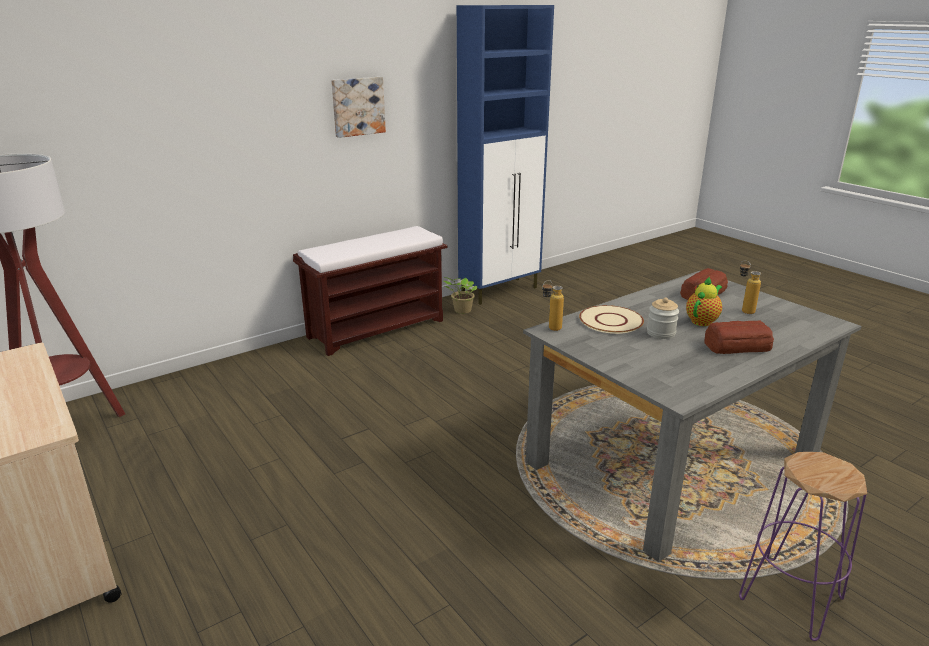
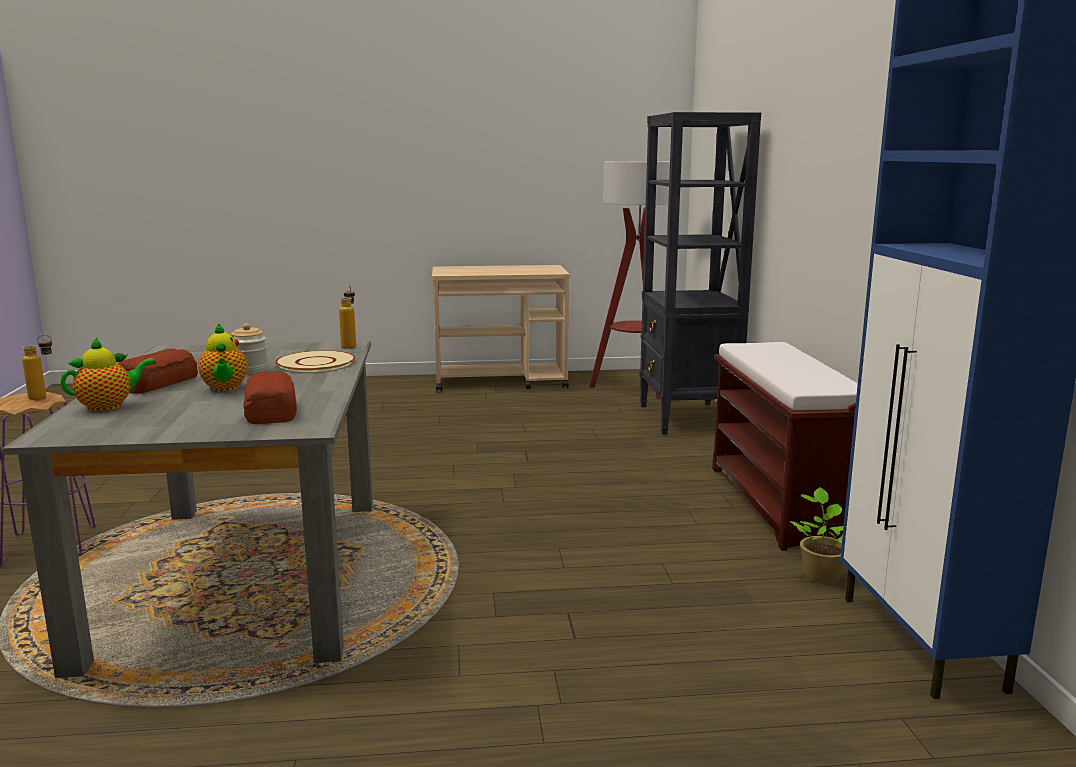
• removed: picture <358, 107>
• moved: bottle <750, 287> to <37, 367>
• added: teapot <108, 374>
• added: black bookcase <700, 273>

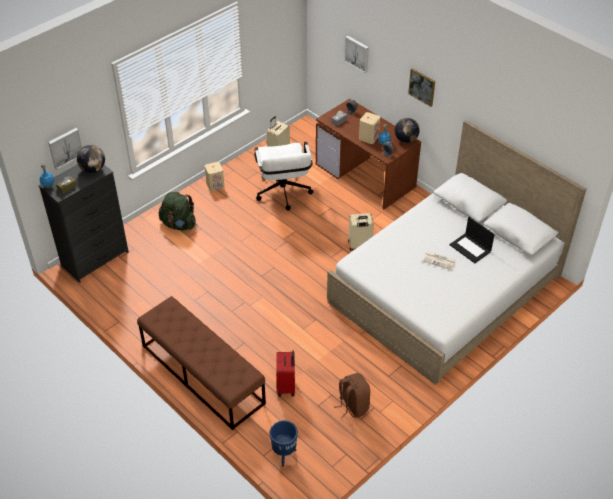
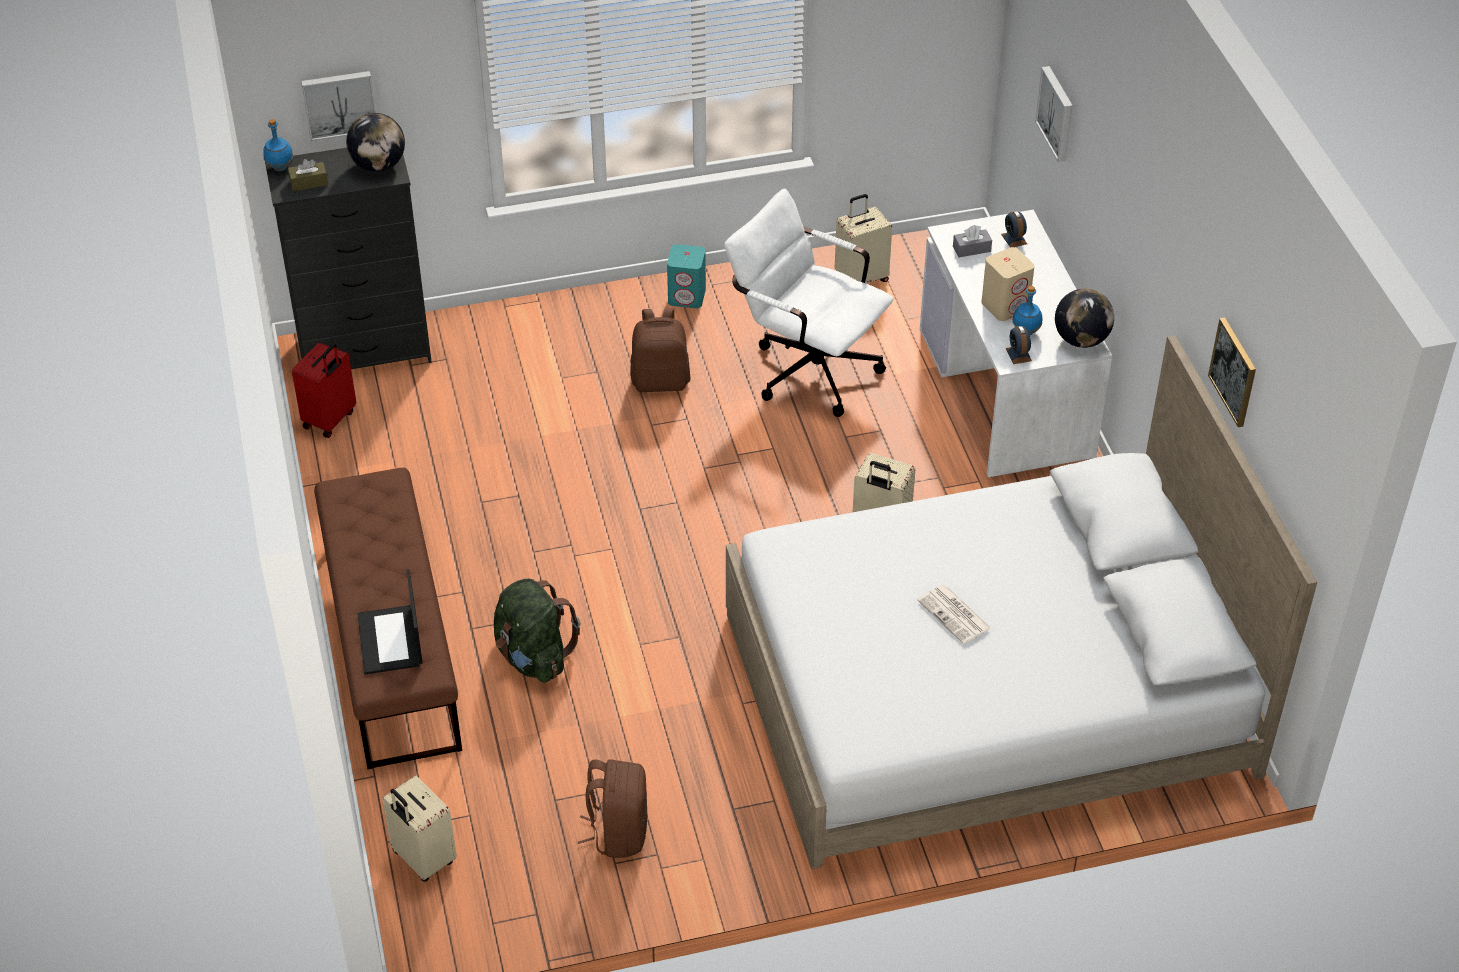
• moved: green backpack <177, 211> to <537, 631>
• recoloured: beige speaker <214, 177> to turquoise speaker <686, 276>
• turned: white office chair <284, 176> = <808, 303> 105 degrees clockwise
• replaced: blue planter <284, 443> to beige suitcase <419, 828>
• moved: red suitcase <285, 373> to <324, 390>
• recoloured: brown desk <368, 154> to white desk <1016, 343>
• moved: picture <421, 88> to <1232, 372>
• moved: laptop <472, 240> to <390, 621>
• added: brown backpack <660, 350>

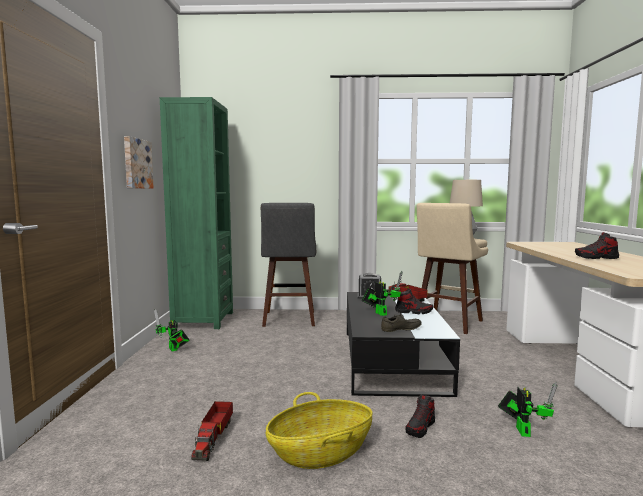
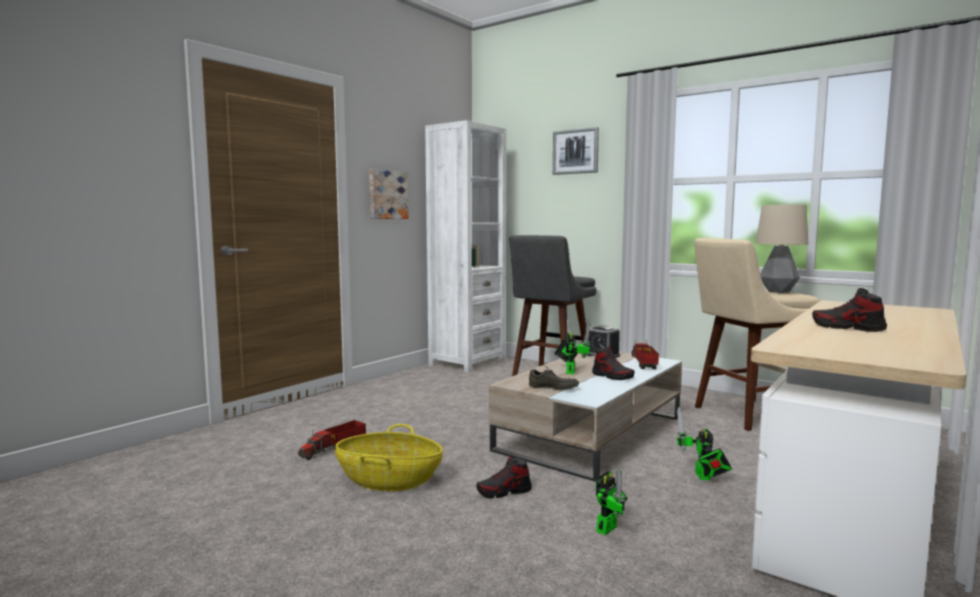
• moved: toy robot <172, 330> to <704, 443>
• recoloured: green bookcase <196, 213> to white bookcase <465, 246>
• recoloured: black coffee table <403, 344> to beige coffee table <585, 417>
• added: picture <576, 151>

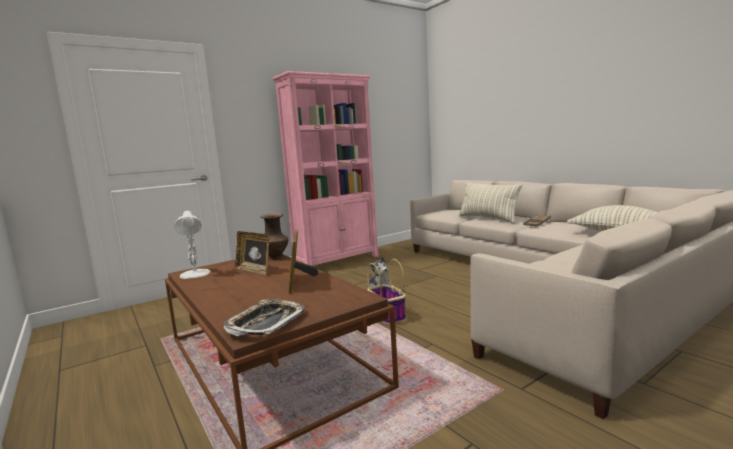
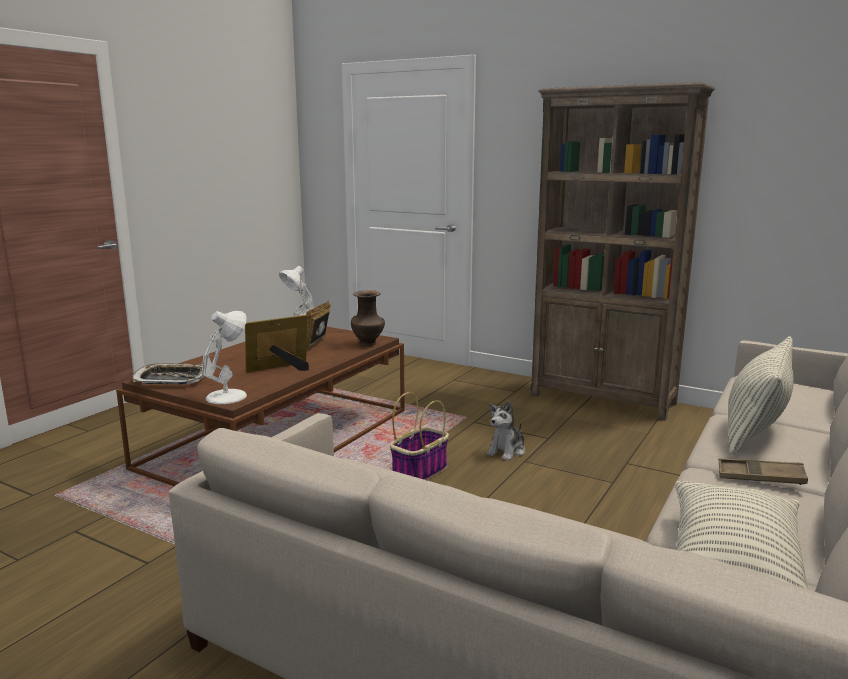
• recoloured: pink bookcase <325, 168> to brown bookcase <622, 251>
• added: white table lamp <224, 357>

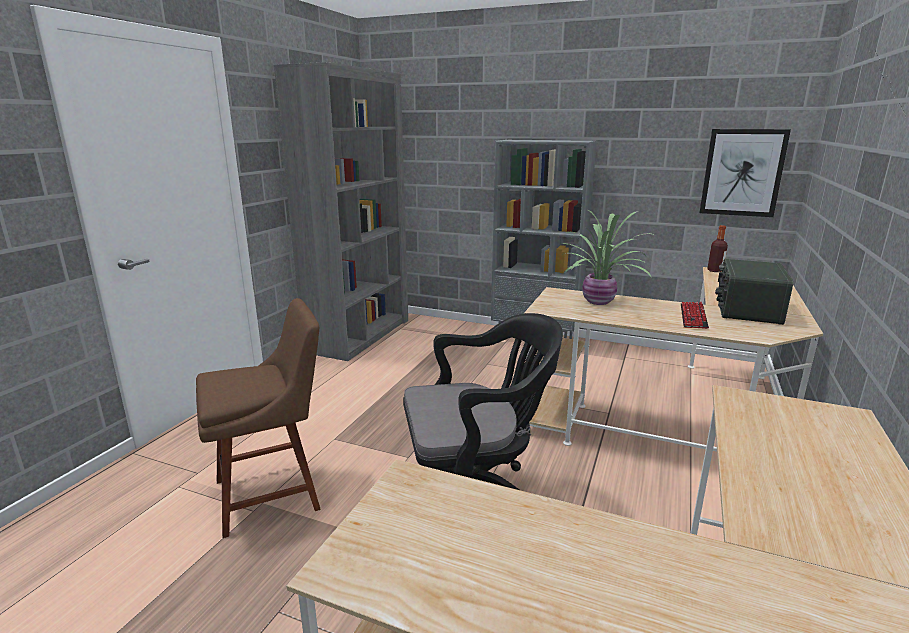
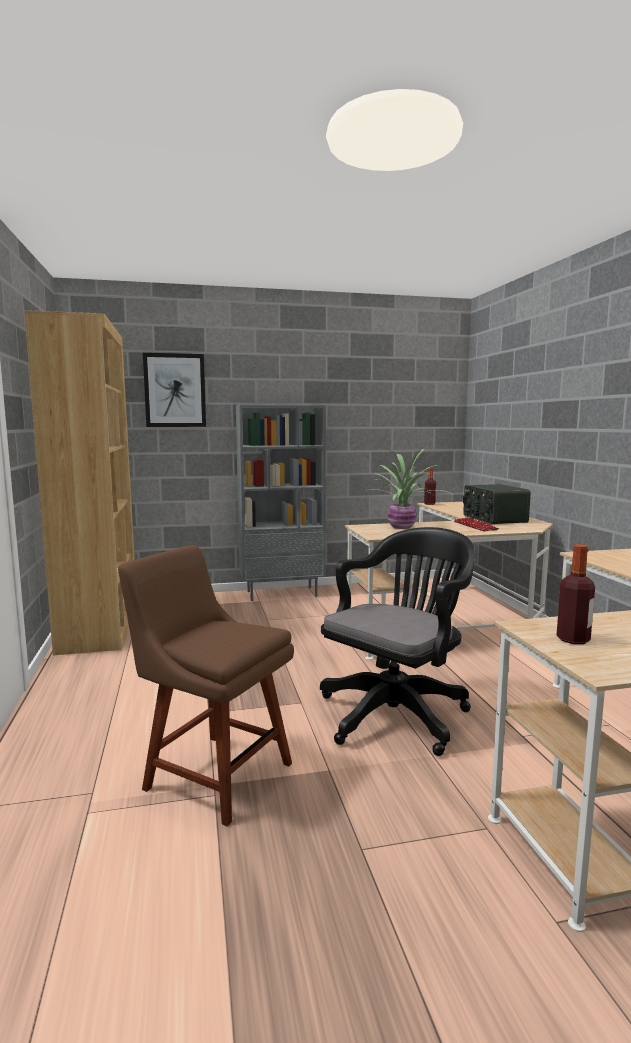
• turned: brown chair <258, 418> = <206, 686> 90 degrees counterclockwise
• recoloured: grey bookcase <341, 211> to brown bookcase <79, 483>
• moved: picture <745, 173> to <174, 390>
• added: bottle <576, 594>

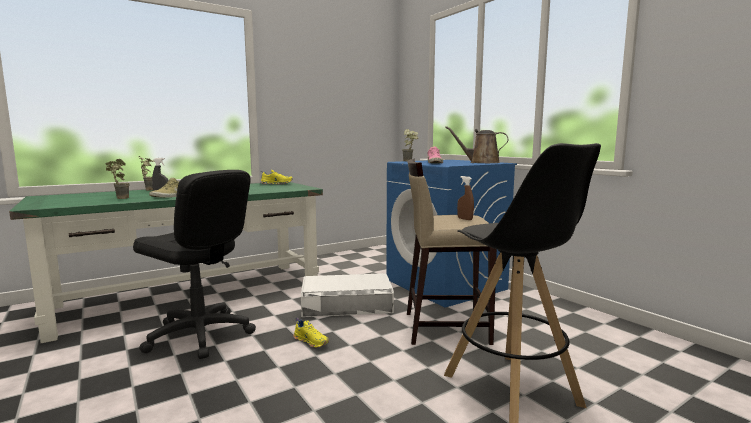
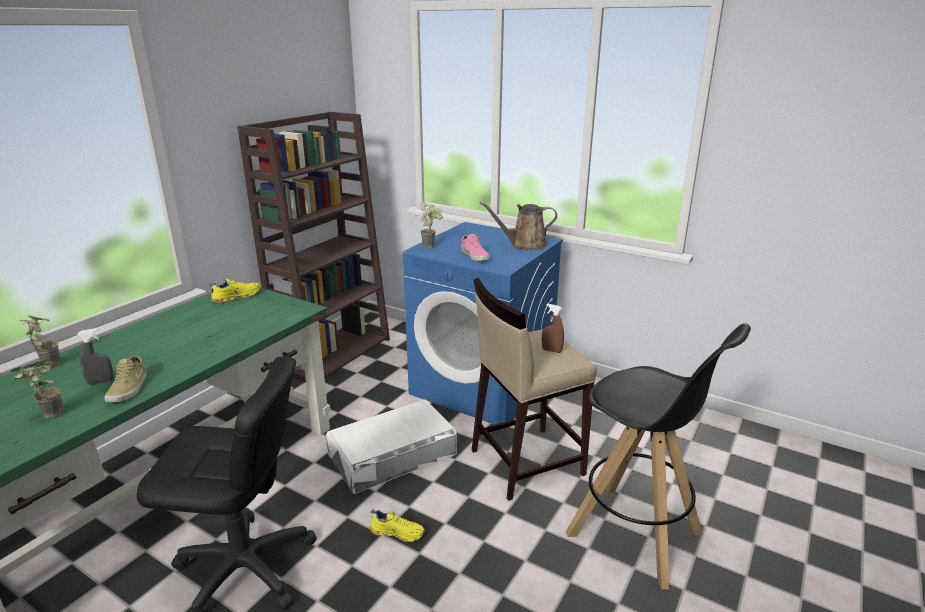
• added: brown bookcase <313, 247>

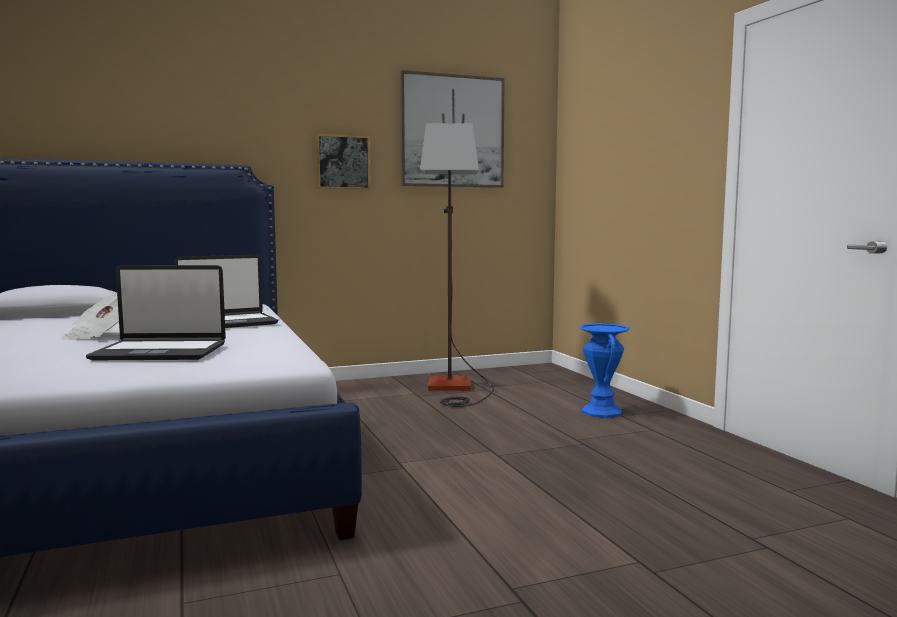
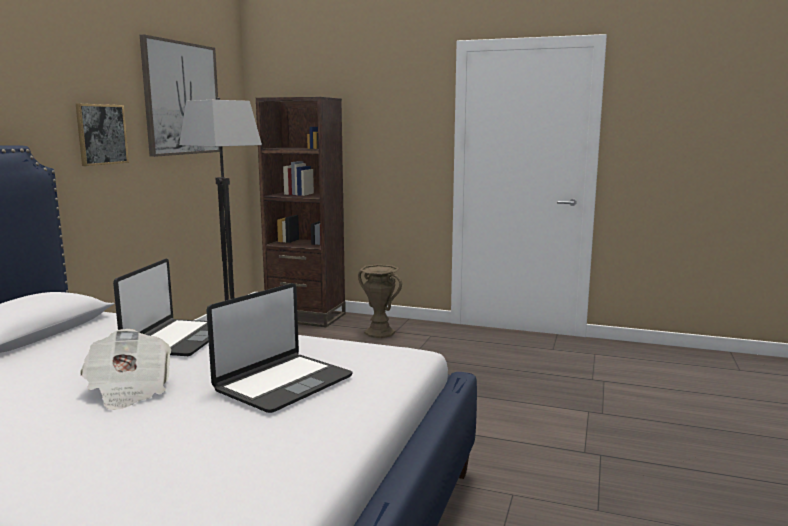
• recoloured: blue vase <604, 370> to brown vase <380, 301>
• added: brown bookcase <301, 212>

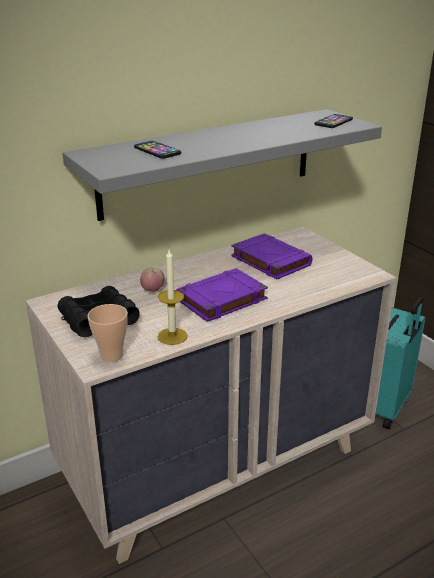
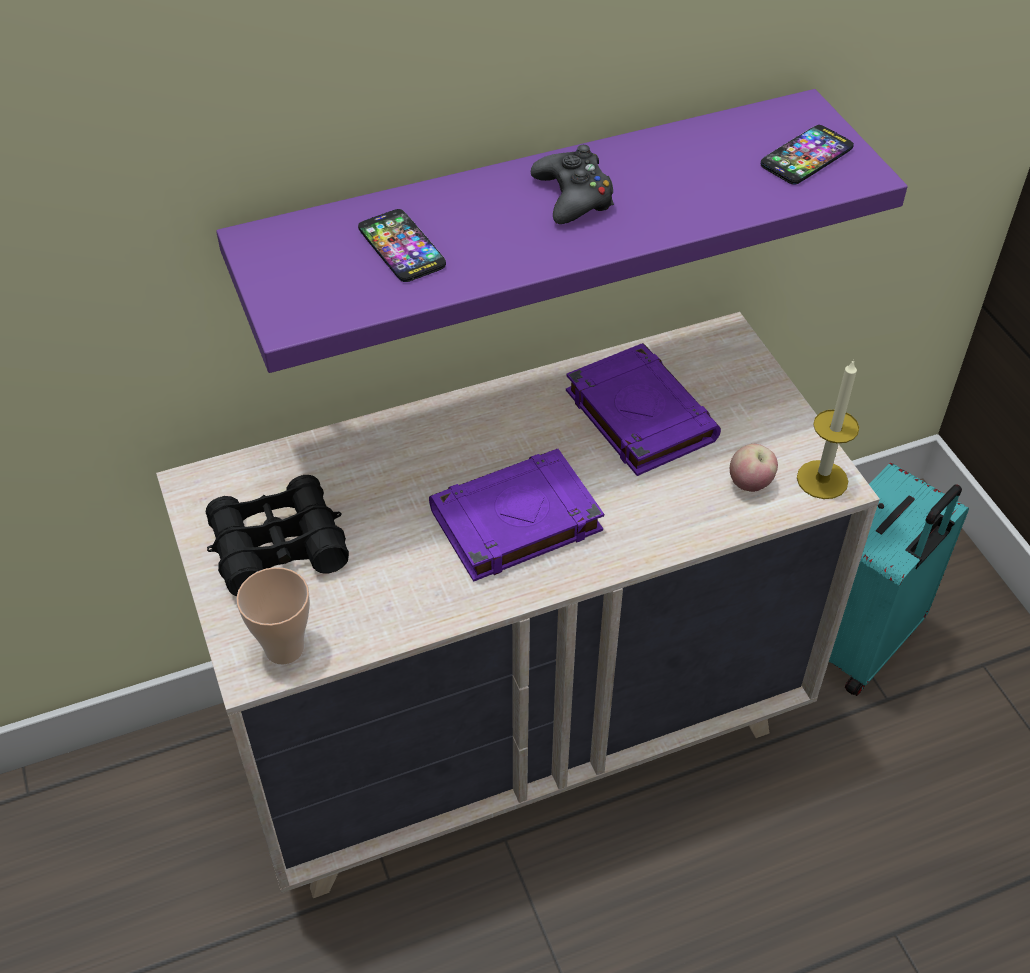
• recoloured: grey shelf <222, 165> to purple shelf <562, 231>
• moved: apple <152, 279> to <754, 468>
• moved: candle <173, 297> to <828, 429>
• added: black game controller <572, 184>

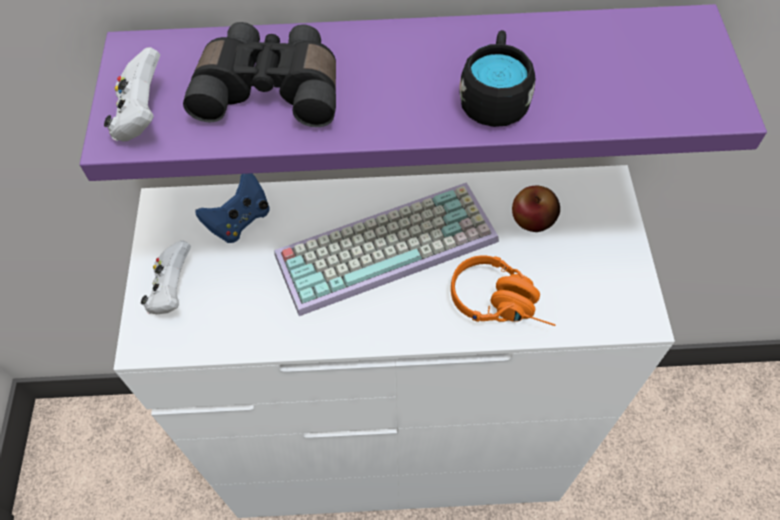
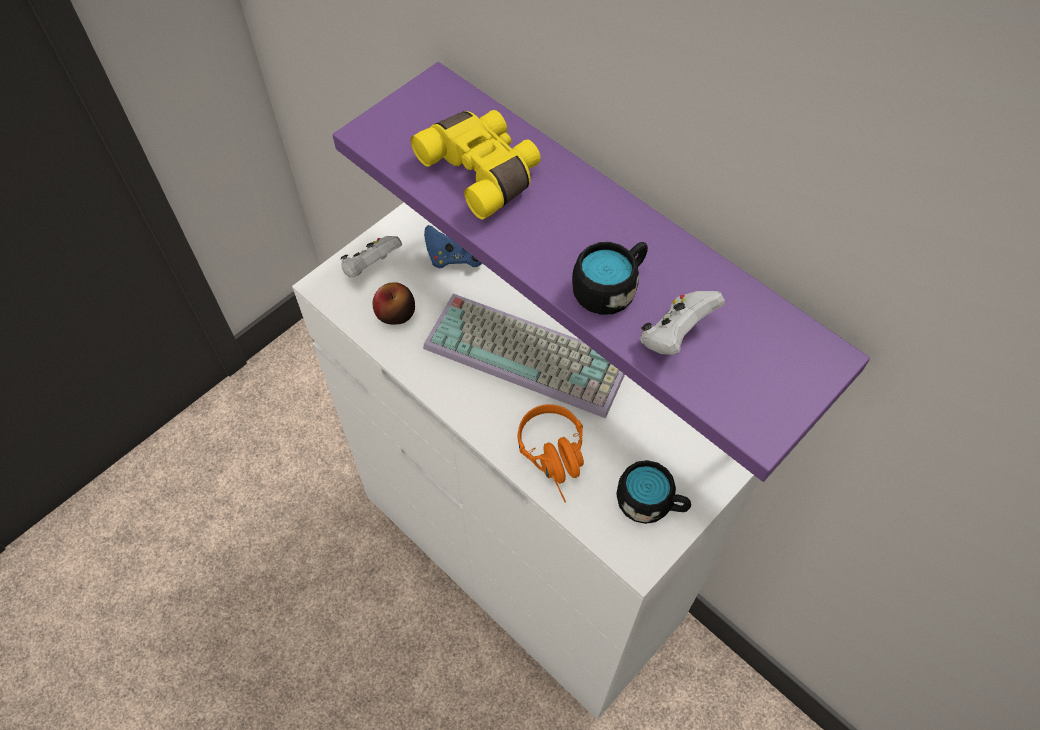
• moved: white game controller <132, 94> to <682, 323>
• recoloured: black binoculars <259, 74> to yellow binoculars <476, 165>
• moved: apple <536, 209> to <394, 303>
• added: black mug <653, 492>

